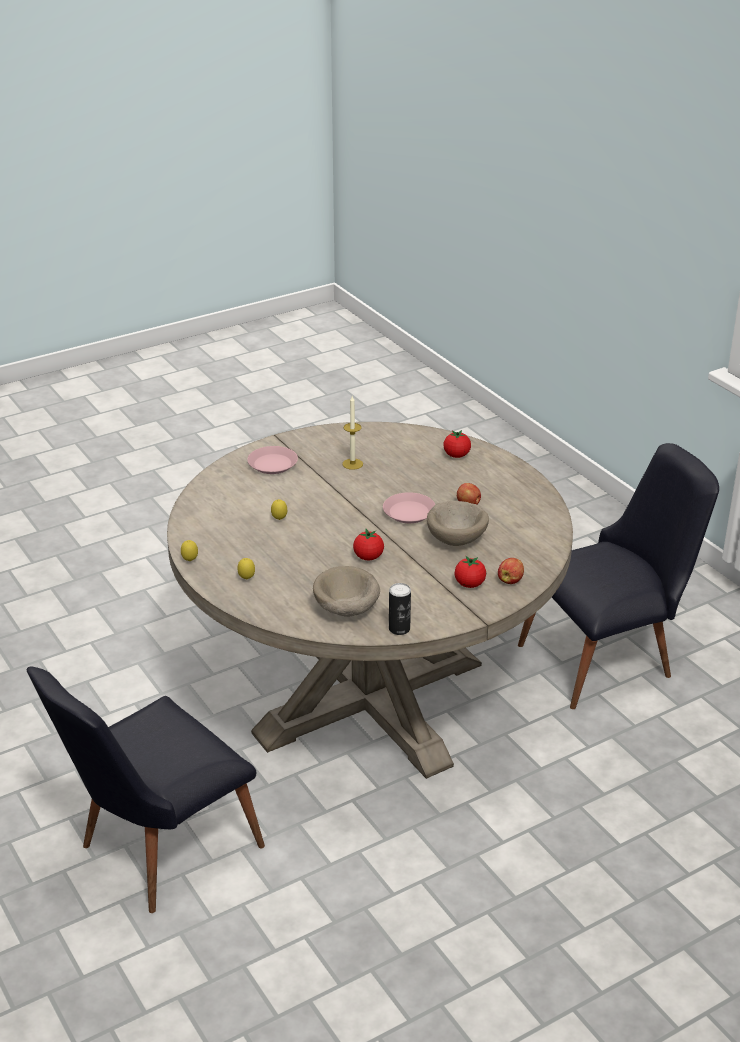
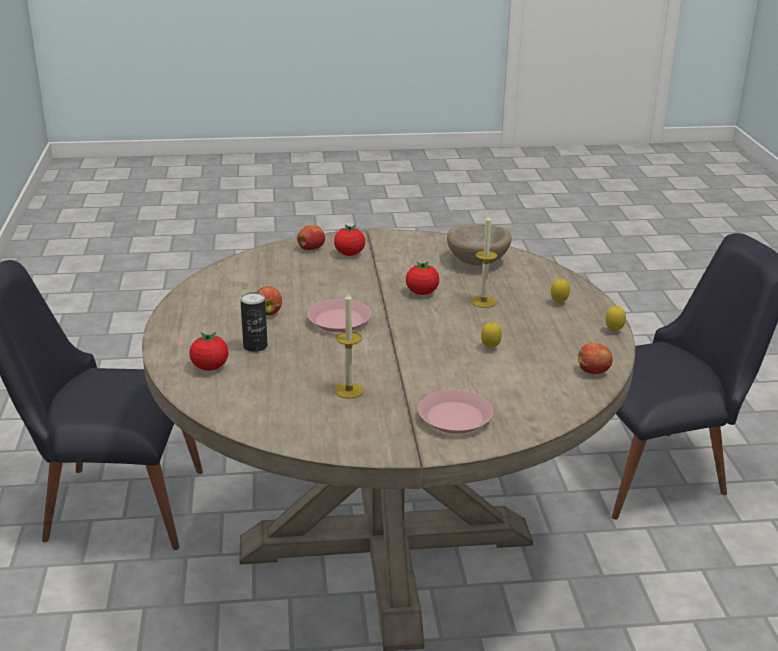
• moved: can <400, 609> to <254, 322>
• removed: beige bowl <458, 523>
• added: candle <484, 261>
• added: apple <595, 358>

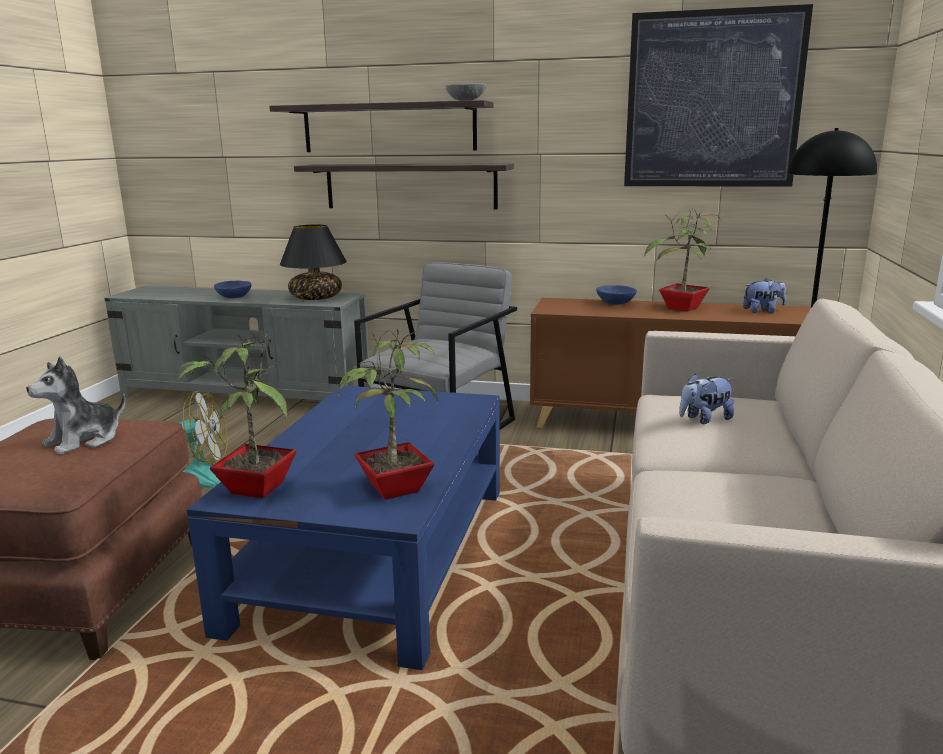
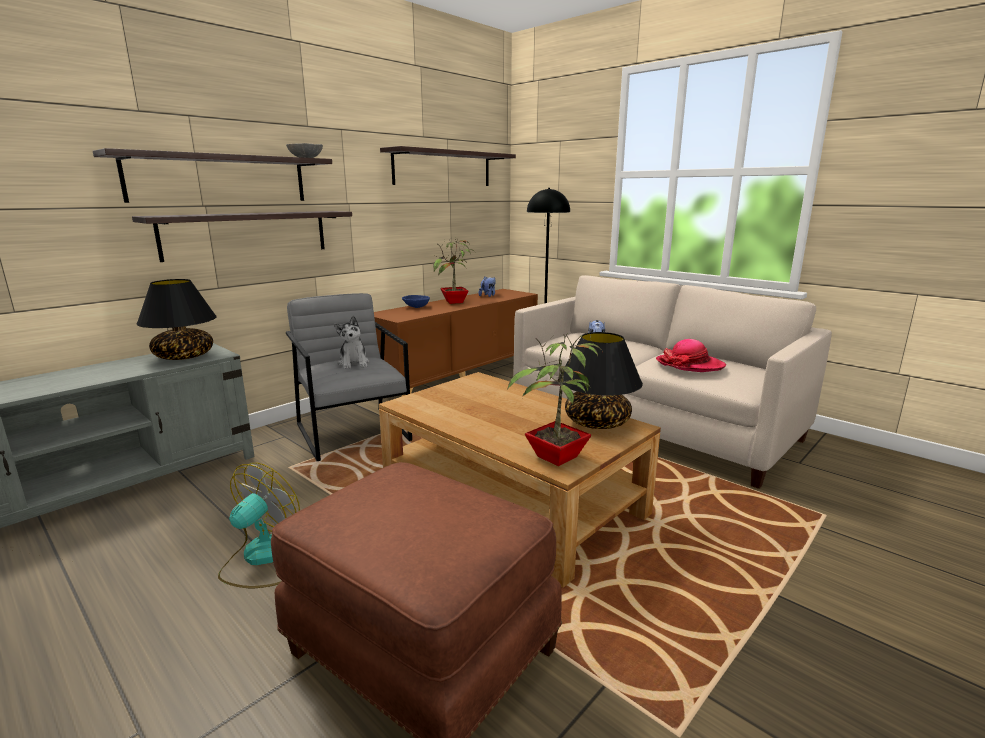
• moved: plush toy <75, 405> to <351, 342>
• recoloured: blue coffee table <343, 528> to brown coffee table <520, 480>
• removed: blue bowl <233, 289>
• replaced: potted plant <388, 414> to black table lamp <601, 380>
• replaced: picture <718, 95> to shelf <448, 166>
• added: hat <691, 355>

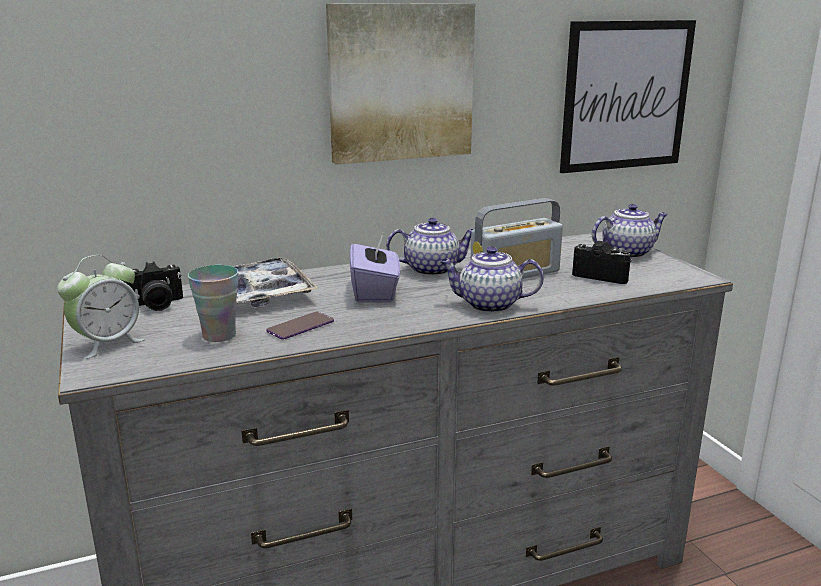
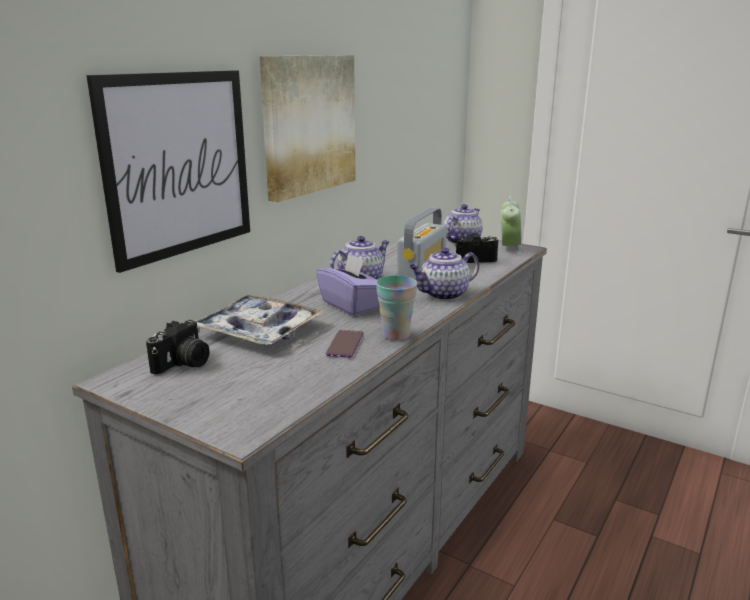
• moved: alarm clock <101, 307> to <511, 225>
• moved: cup <213, 303> to <396, 308>
• moved: picture <628, 96> to <168, 171>

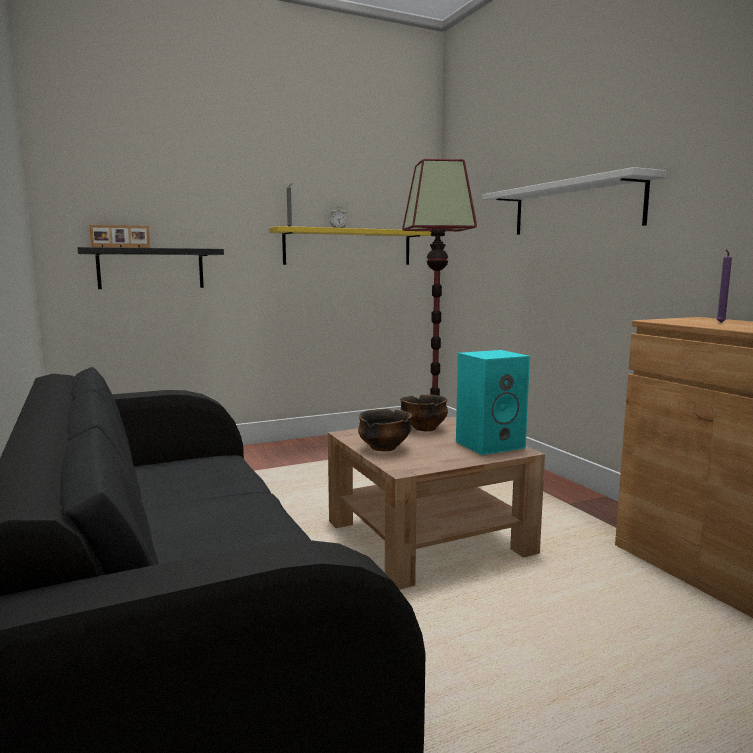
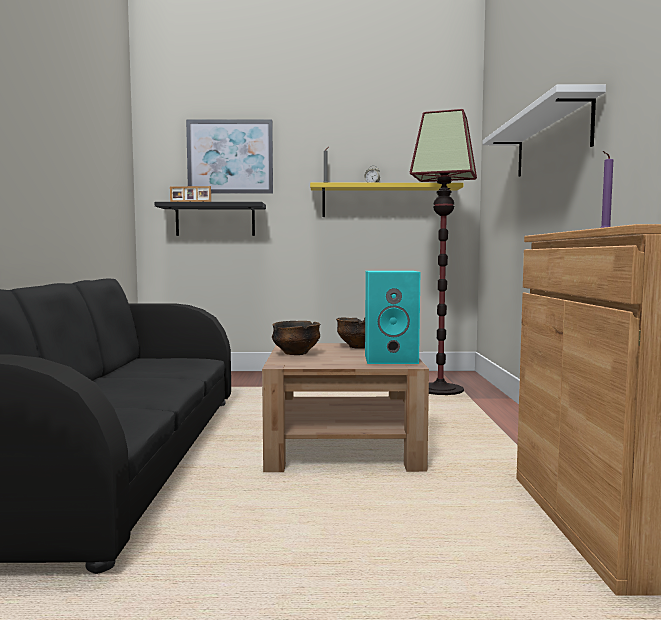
• added: picture <229, 156>

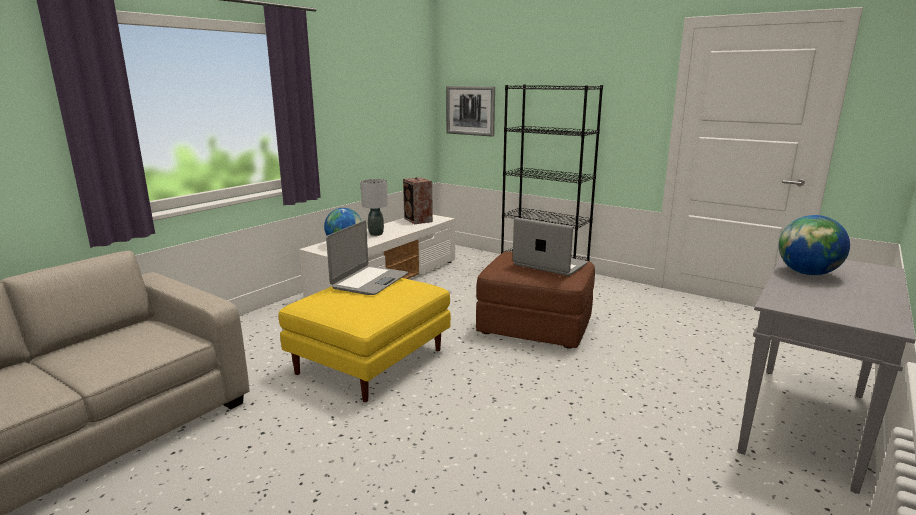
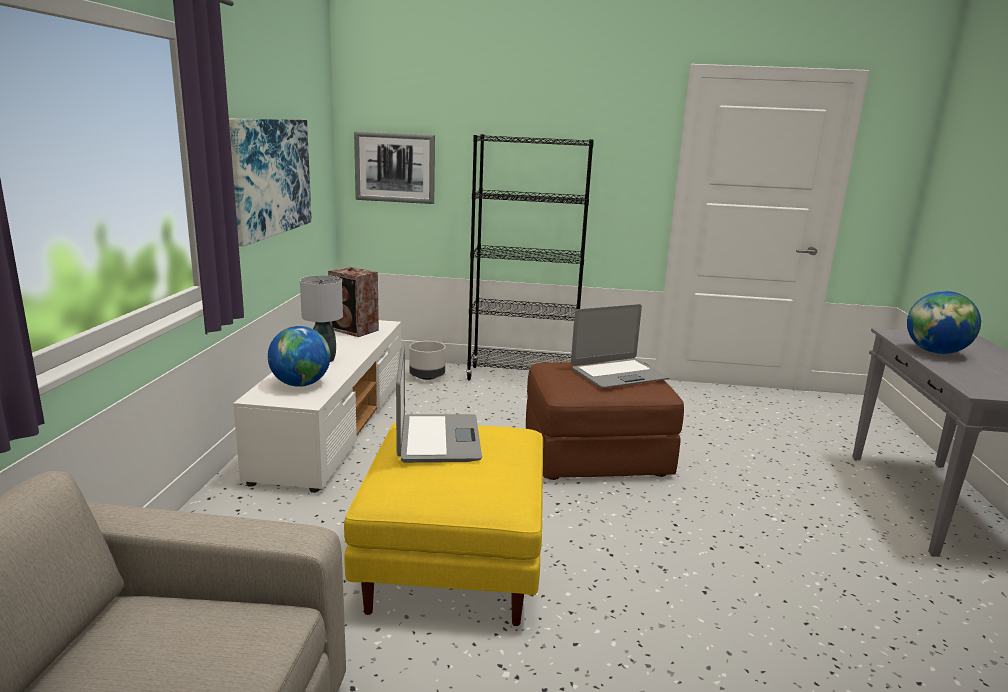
• turned: laptop <550, 247> = <620, 346> 150 degrees clockwise
• added: picture <270, 182>
• added: grey planter <427, 360>

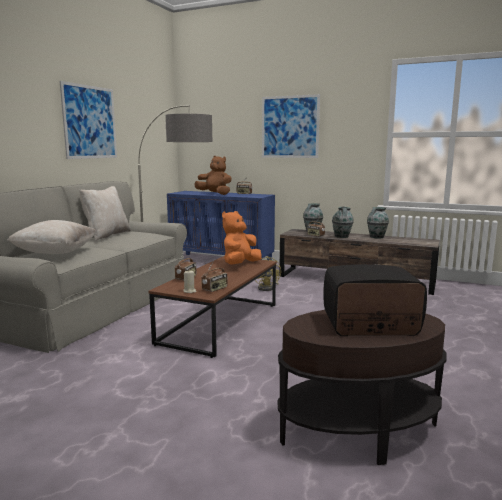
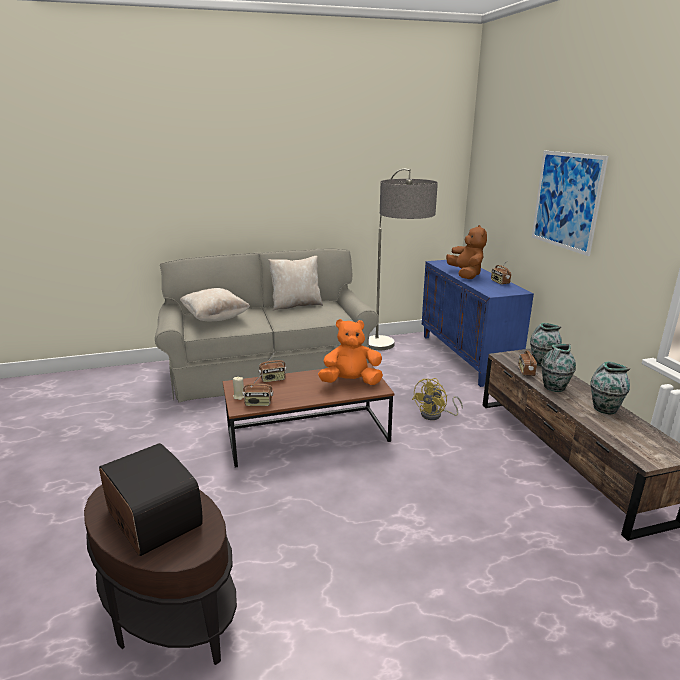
• removed: picture <88, 120>

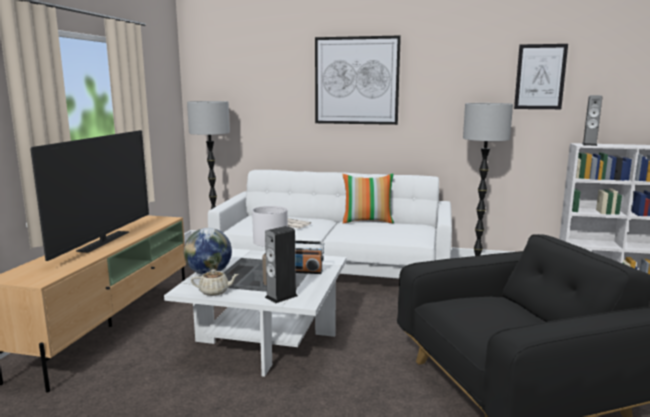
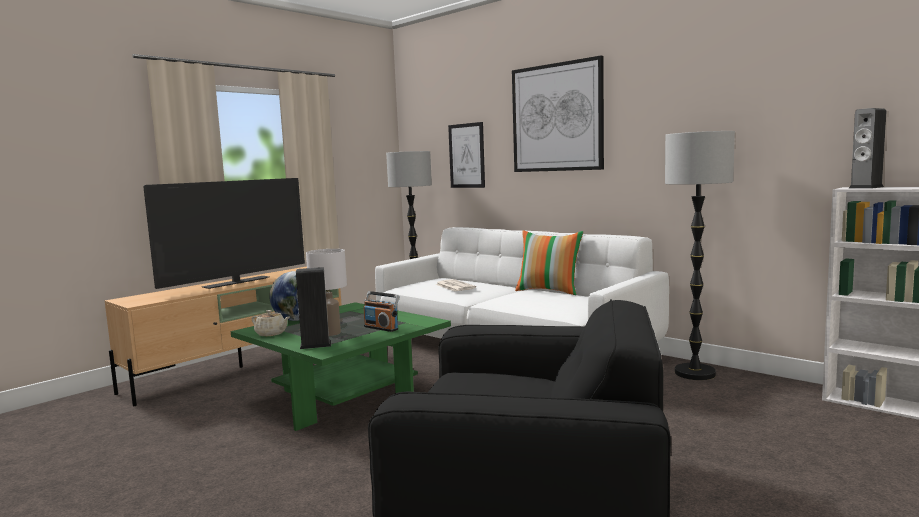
• recoloured: white coffee table <255, 313> to green coffee table <341, 366>
• moved: picture <541, 76> to <466, 155>

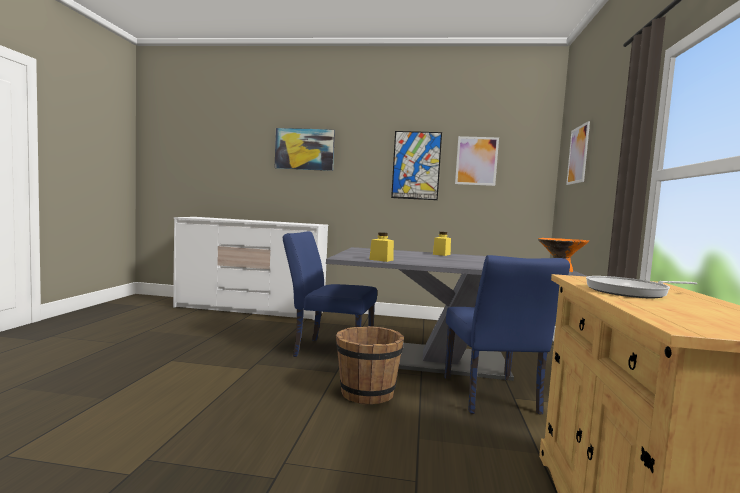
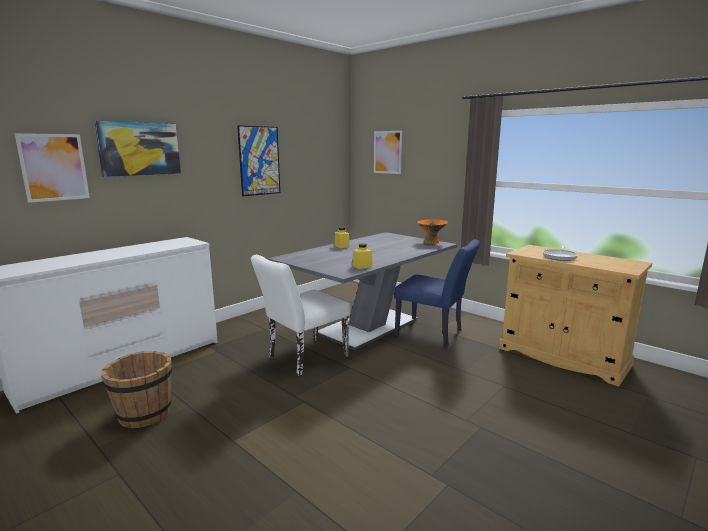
• recoloured: blue chair <330, 294> to white chair <300, 315>
• moved: brown bucket <370, 365> to <136, 389>
• moved: picture <477, 161> to <52, 168>

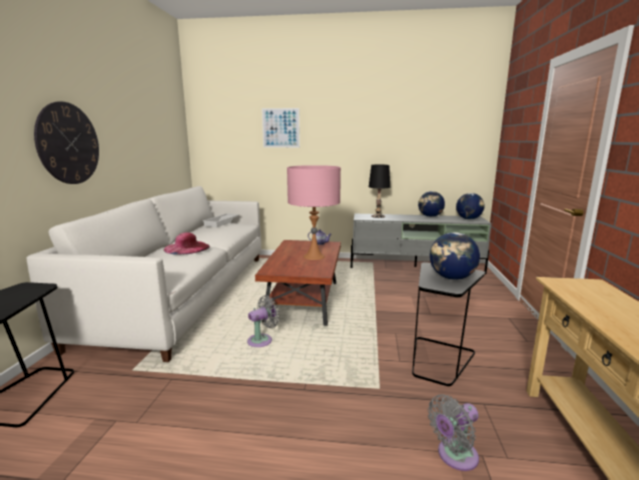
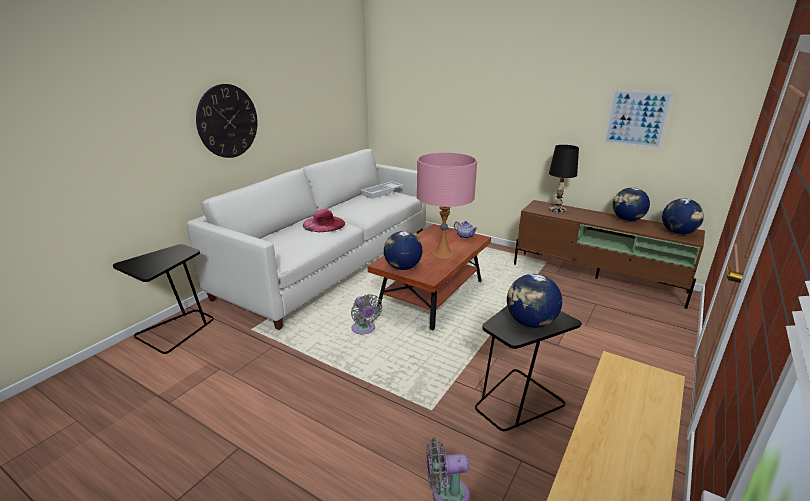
• turned: grey fan <263, 321> = <366, 314> 75 degrees clockwise
• moved: picture <281, 128> to <638, 119>
• recoloured: grey tv stand <421, 244> to brown tv stand <609, 254>
• added: globe <403, 250>

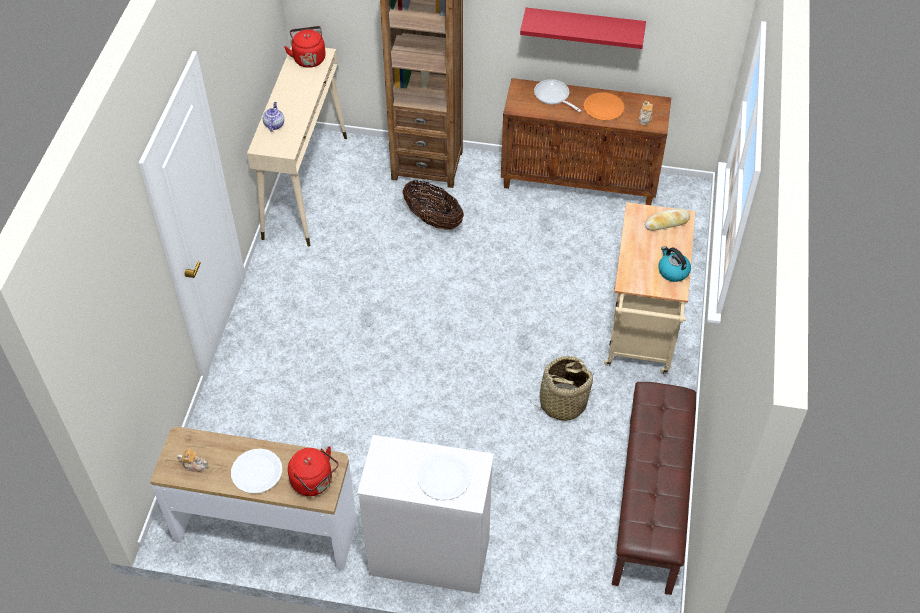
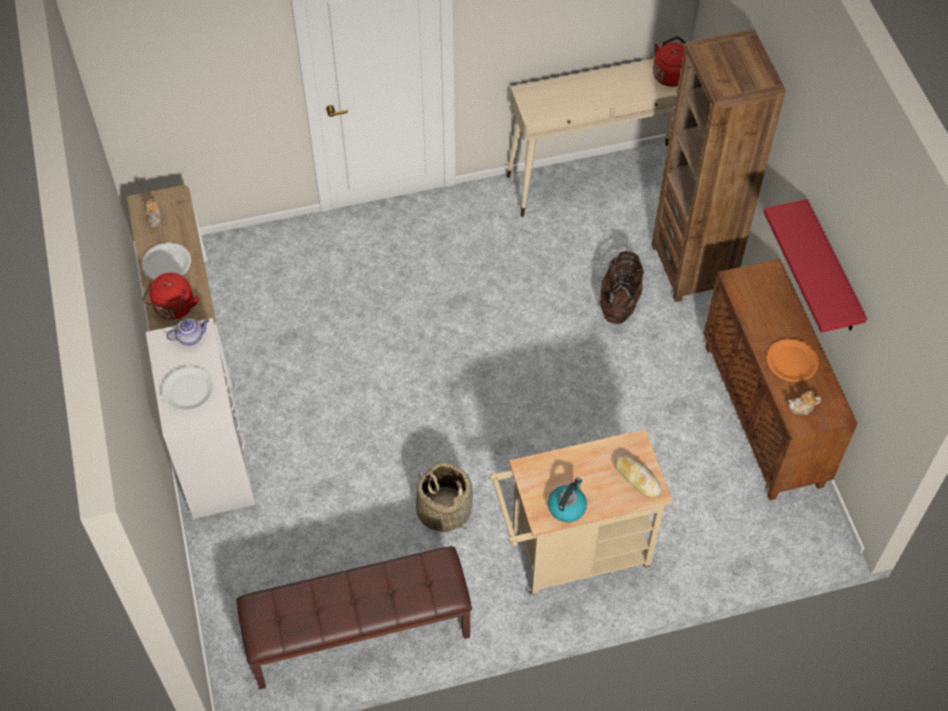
• moved: teapot <273, 117> to <188, 332>
• removed: frying pan <557, 95>

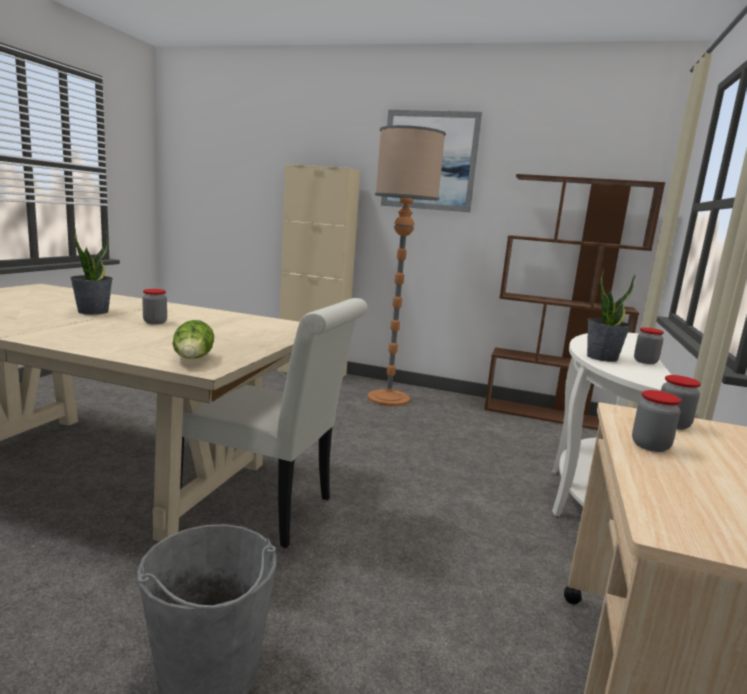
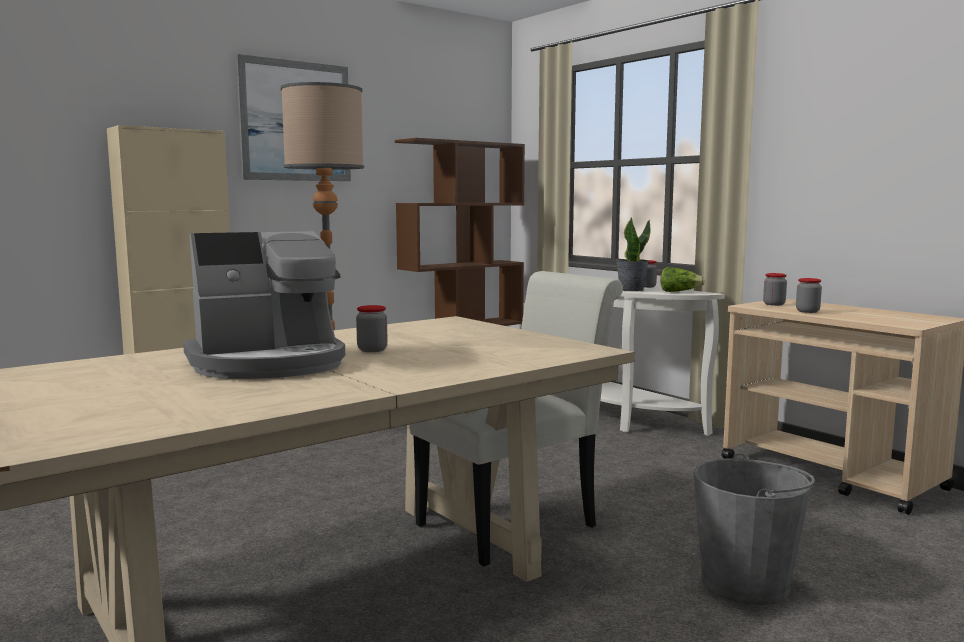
• replaced: potted plant <91, 271> to coffee machine <264, 305>
• moved: lettuce <193, 339> to <683, 279>

